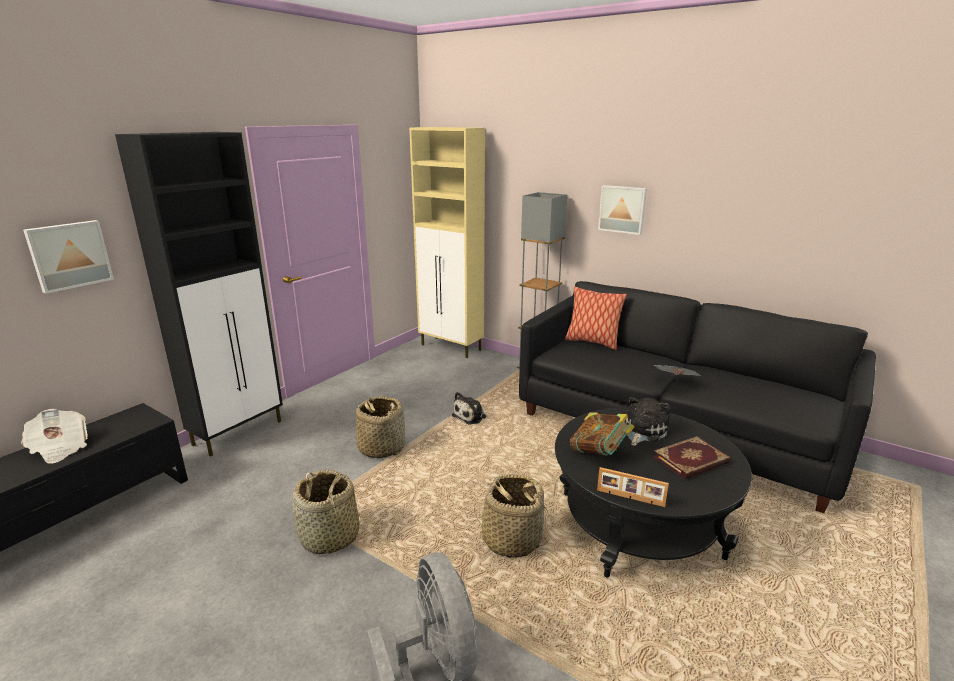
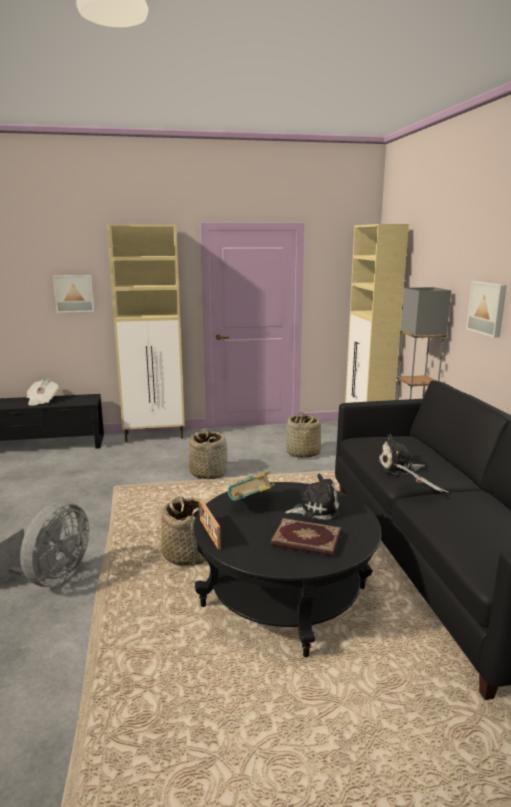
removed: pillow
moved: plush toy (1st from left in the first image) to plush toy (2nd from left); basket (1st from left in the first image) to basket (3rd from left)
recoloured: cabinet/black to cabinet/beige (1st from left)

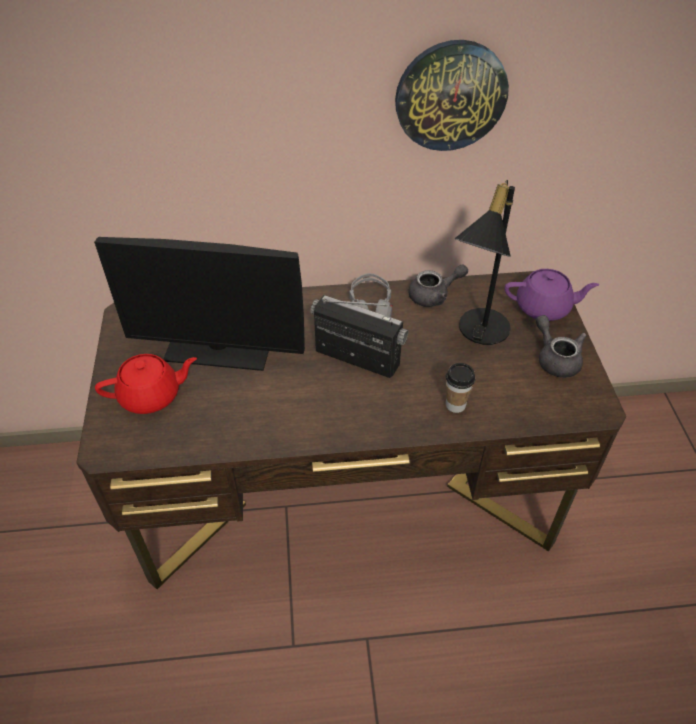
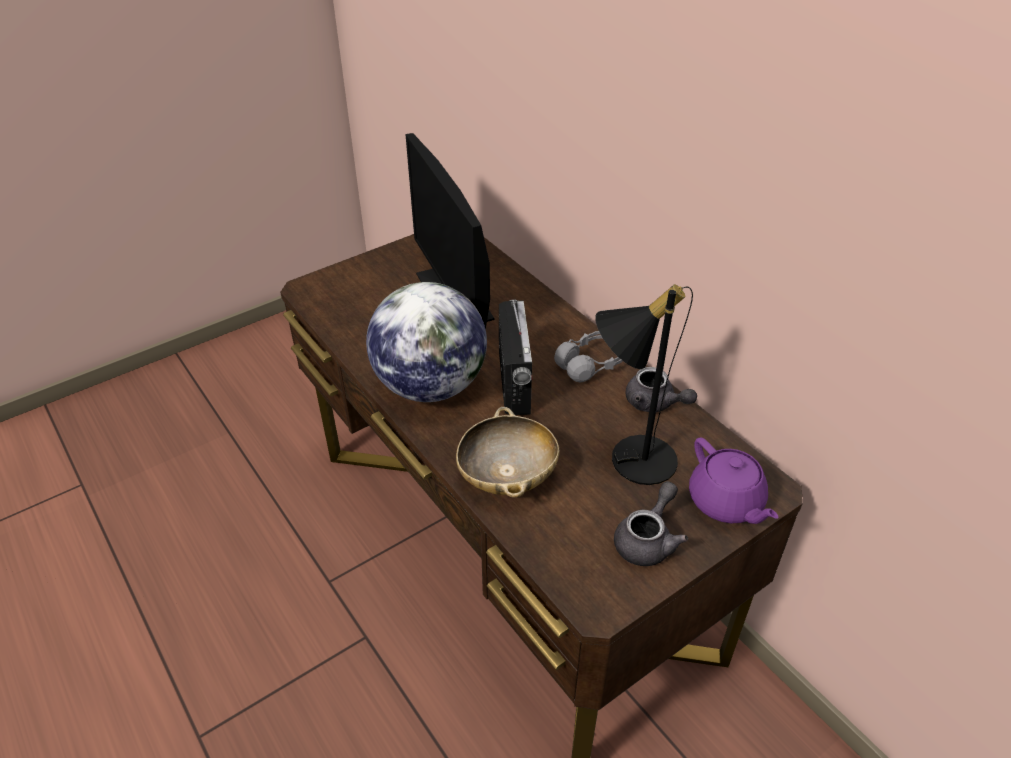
removed: wall clock; teapot/red
added: globe
replaced: cup to bowl/beige

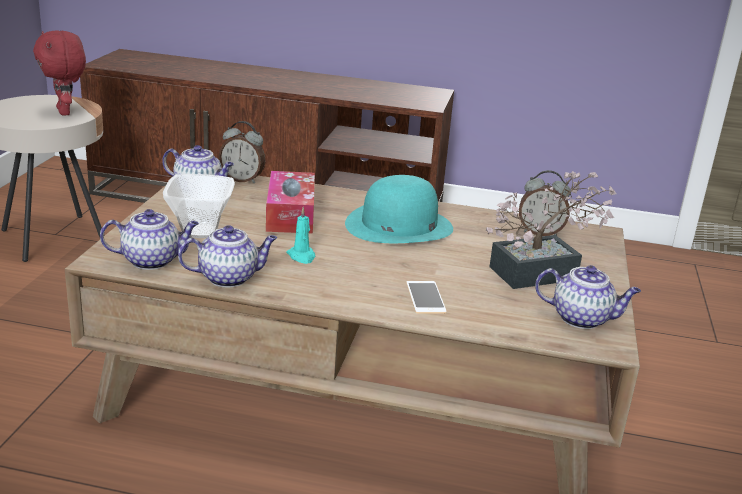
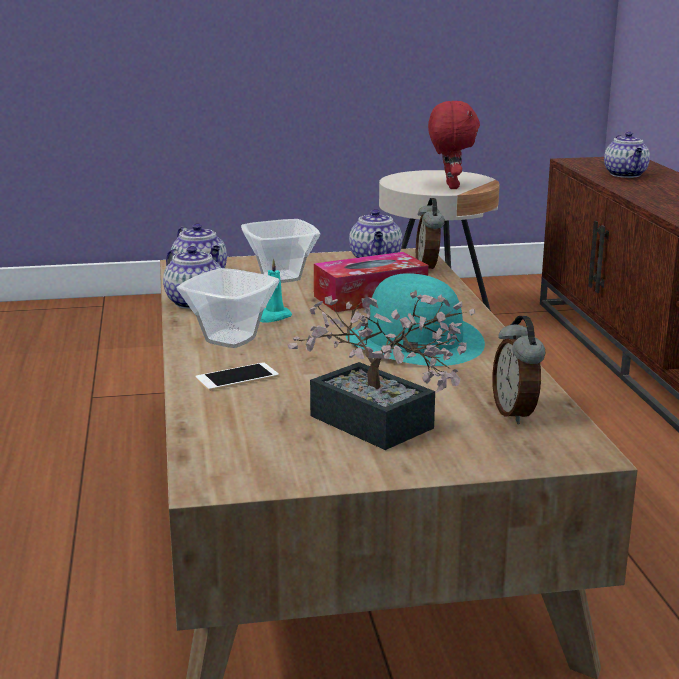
added: bowl (1st from left)
moved: teapot (4th from left)
turned: plush toy/red 135 degrees clockwise

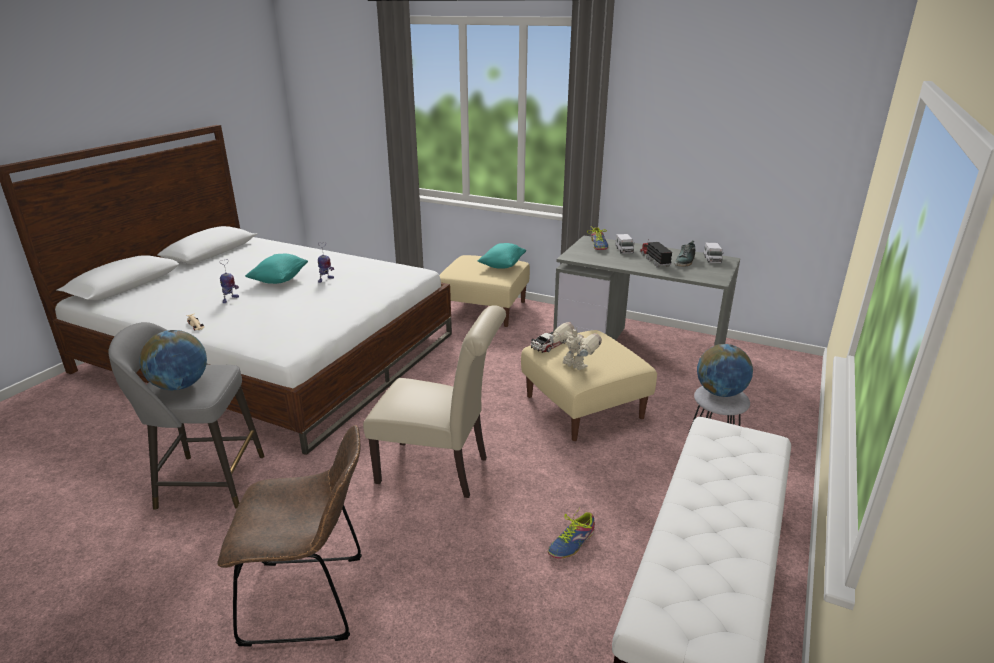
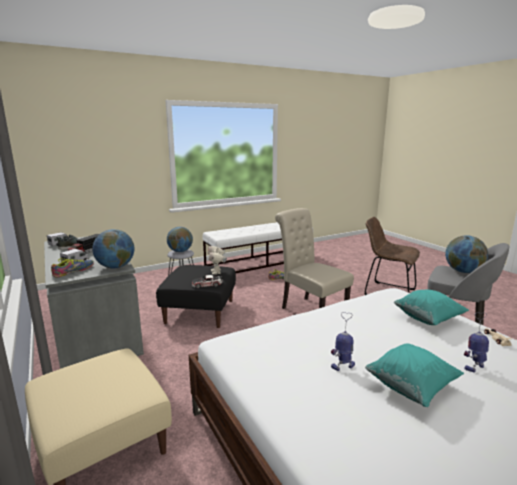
added: globe (1st from left)
moved: pillow/turquoise (2nd from left)
recoloured: ottoman/beige (2nd from left) to ottoman/black

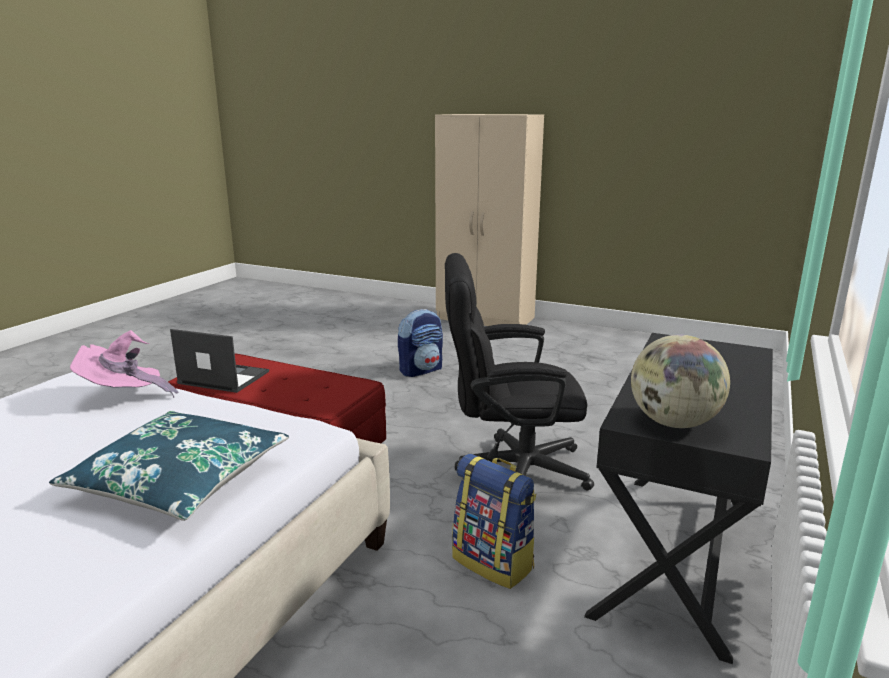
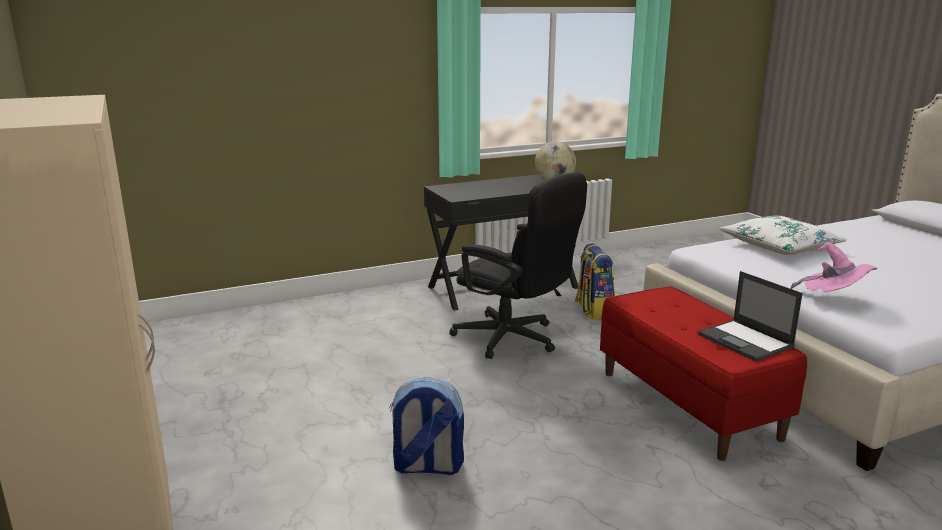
recoloured: pillow/blue to pillow/white

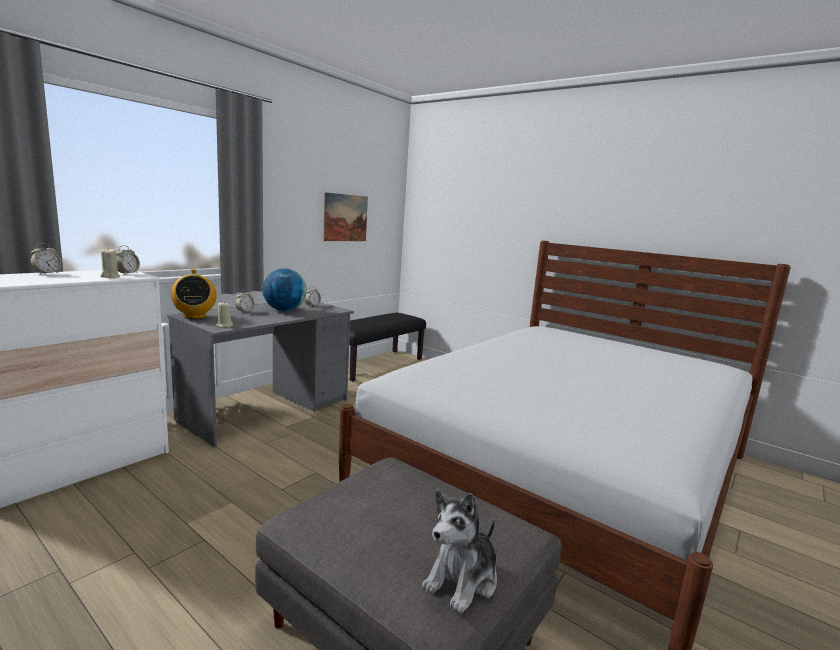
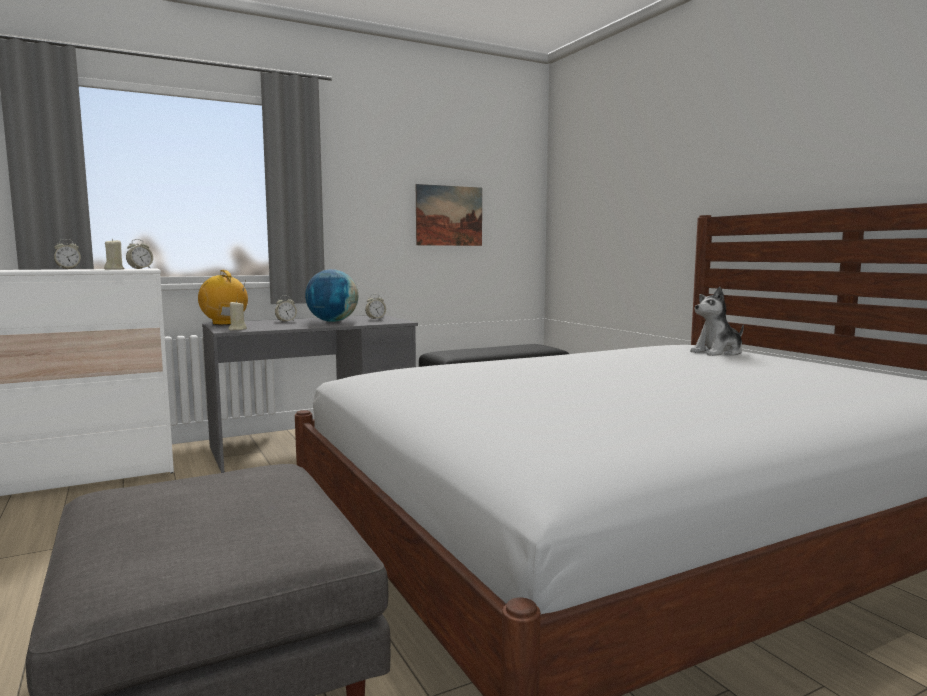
moved: plush toy
turned: radio 135 degrees clockwise

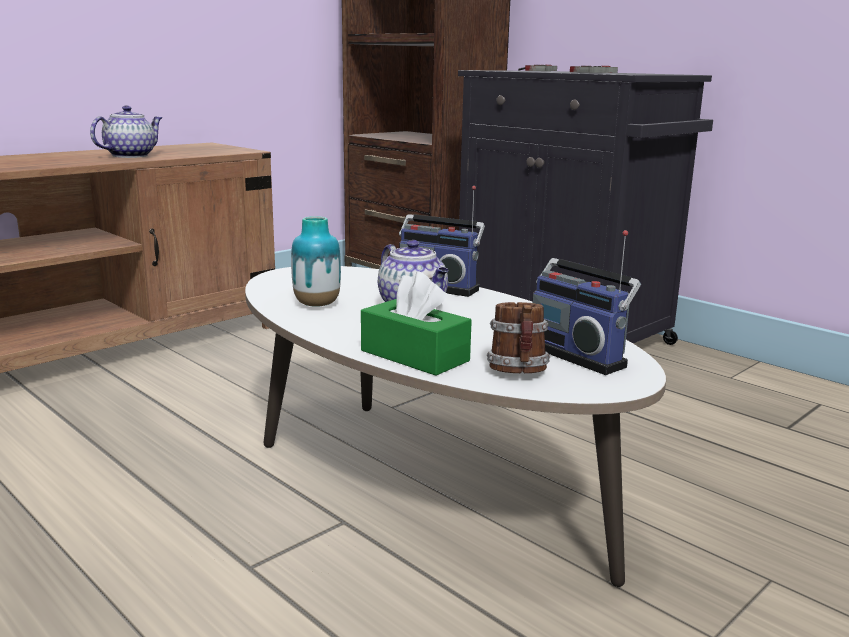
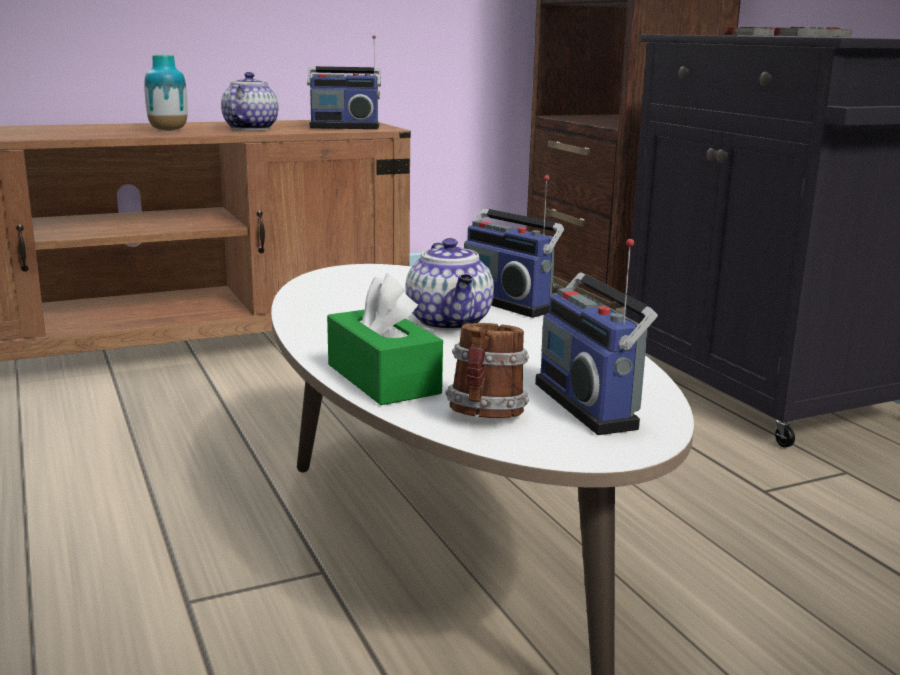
added: radio (1st from left)
moved: vase
turned: teapot (1st from left) 45 degrees counterclockwise

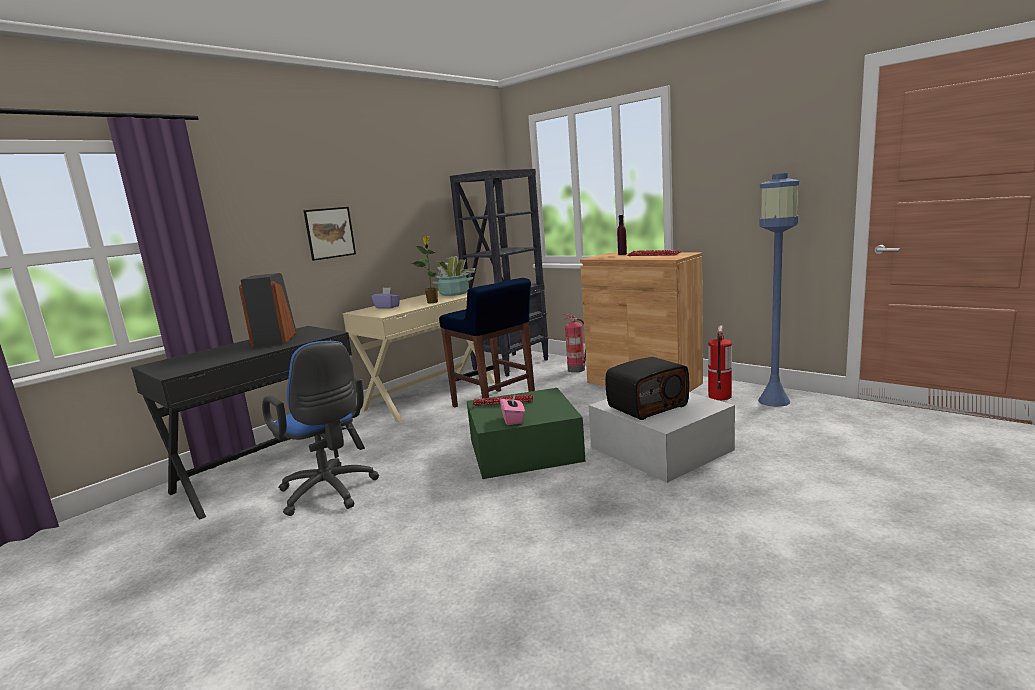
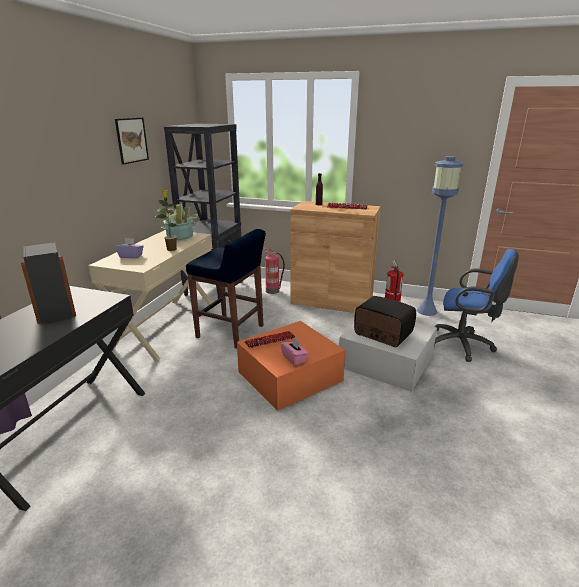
moved: picture; office chair/blue
recoloured: storage box/green to storage box/orange
turned: radio 90 degrees counterclockwise

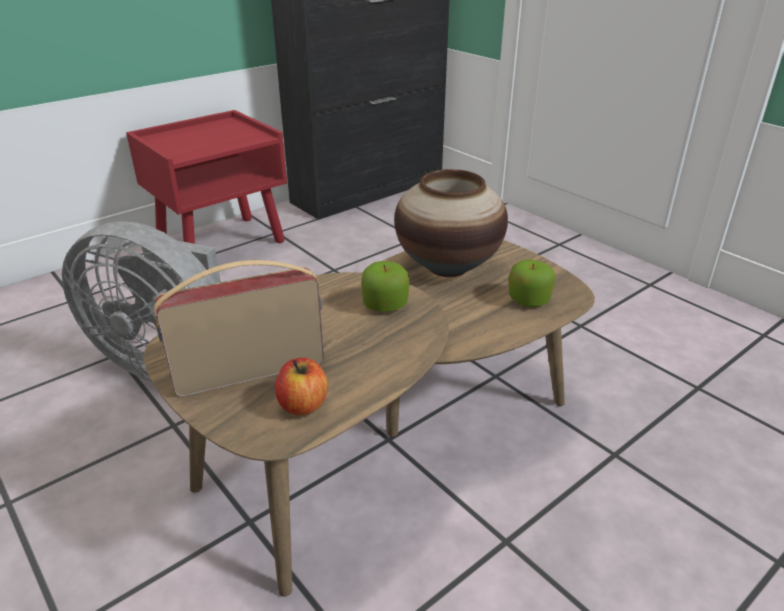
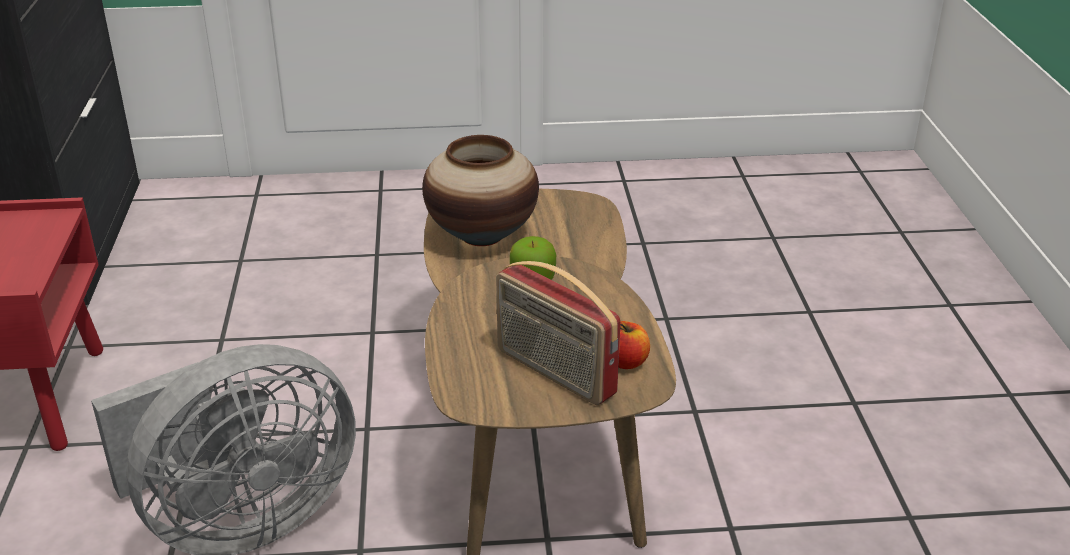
removed: apple (3rd from left)
turned: radio 60 degrees counterclockwise

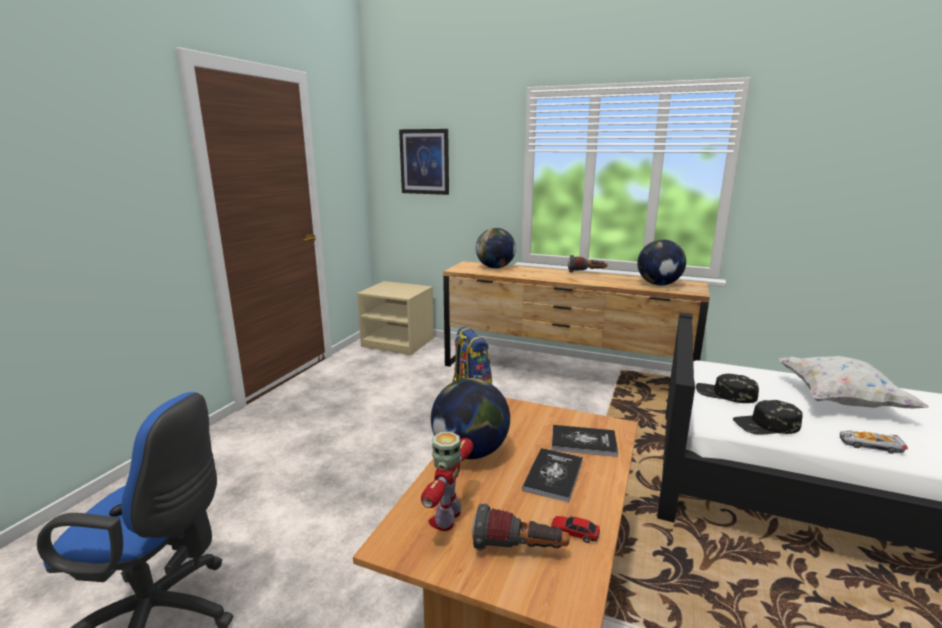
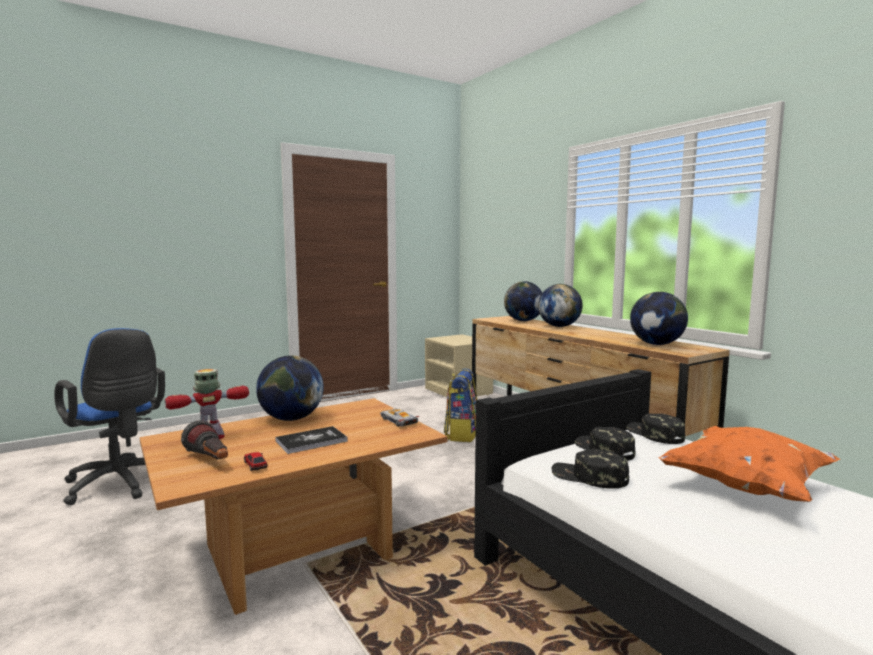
removed: picture; flashlight (2nd from left); book (2nd from left)
added: globe (3rd from left); cap/black (3rd from left)
moved: toy car (2nd from left)
recoloured: pillow/white to pillow/orange

